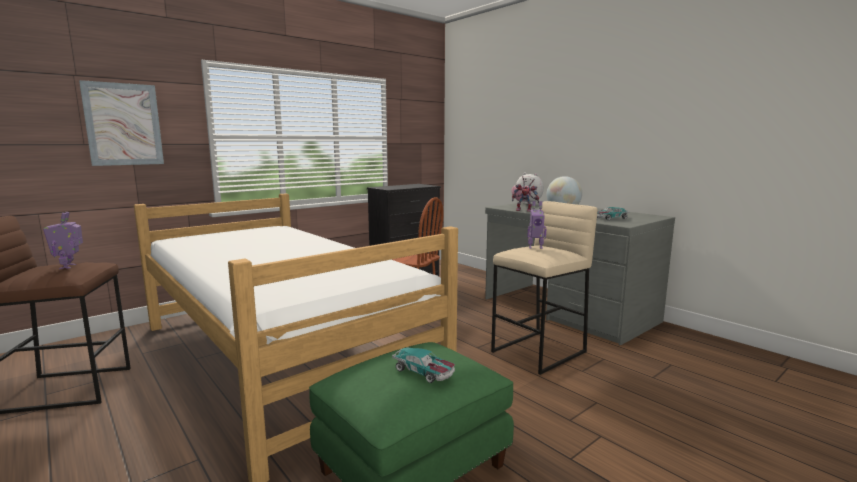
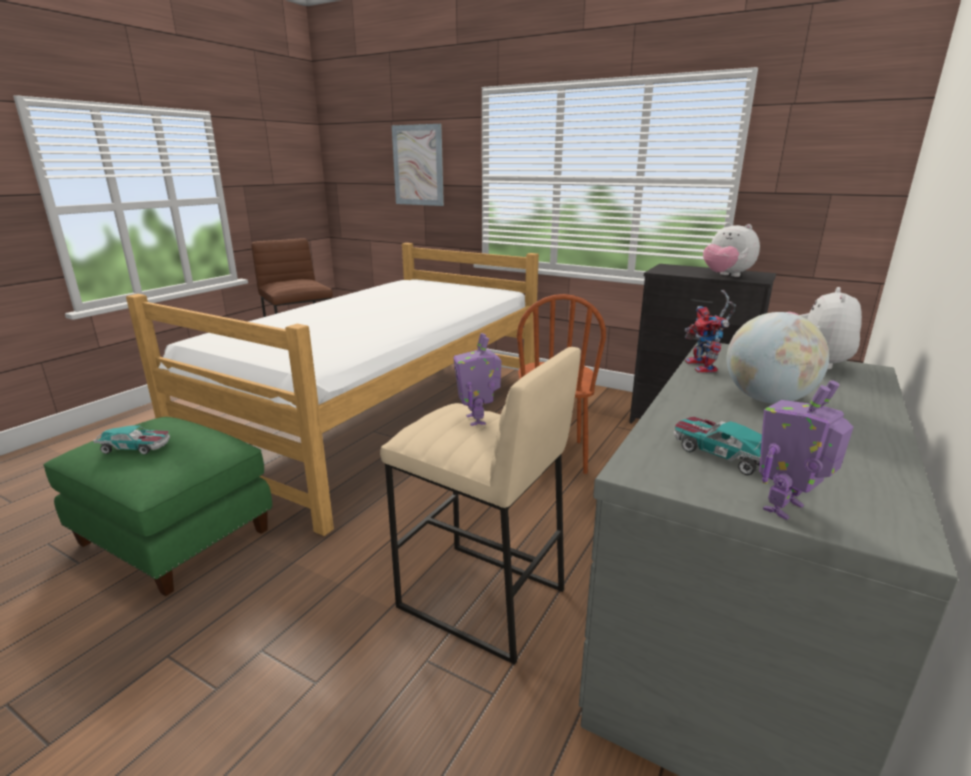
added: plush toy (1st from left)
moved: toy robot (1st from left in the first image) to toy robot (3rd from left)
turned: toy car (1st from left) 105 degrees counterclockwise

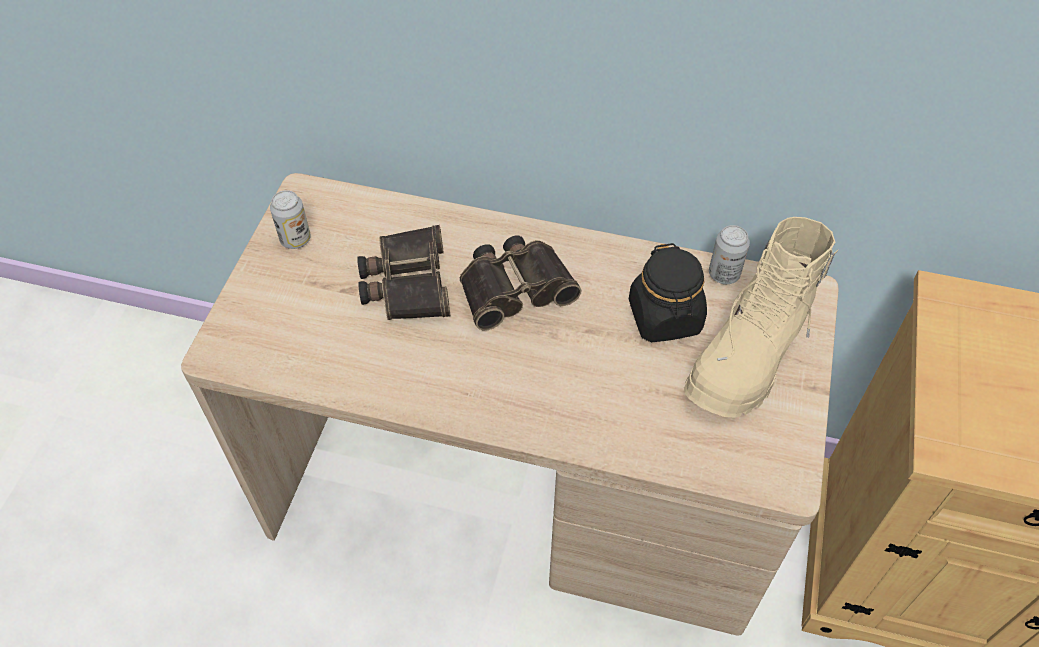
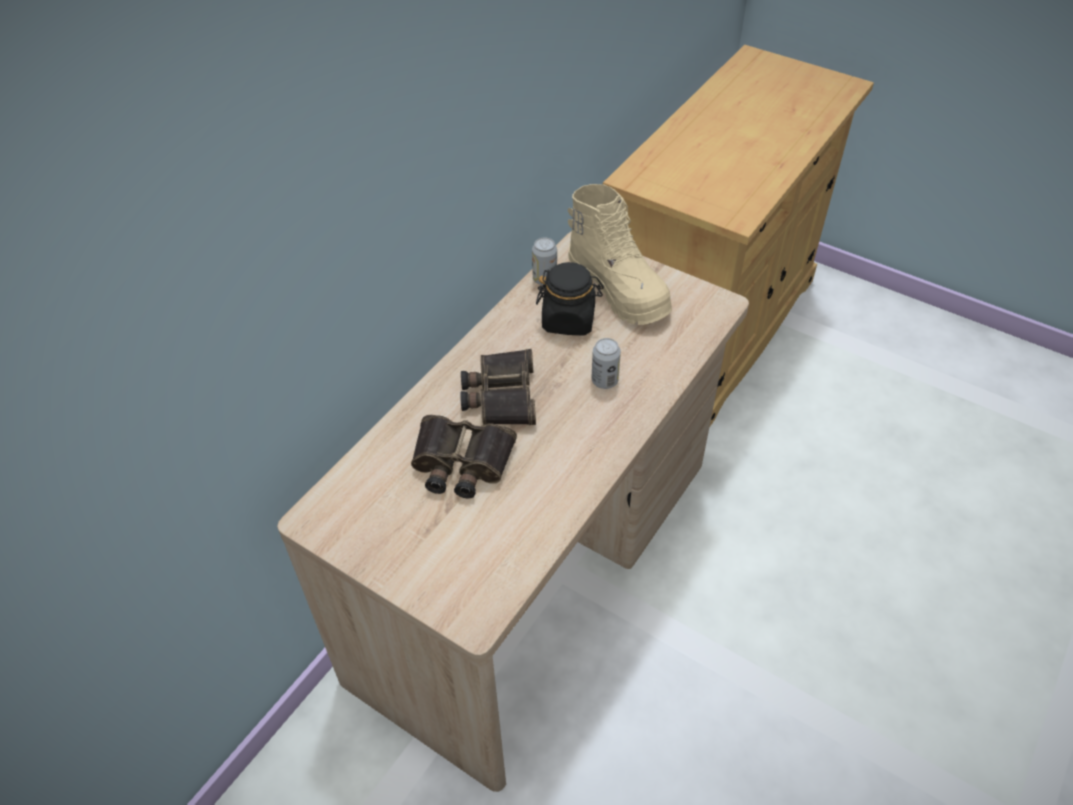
moved: can (1st from left in the first image) to can (2nd from left)

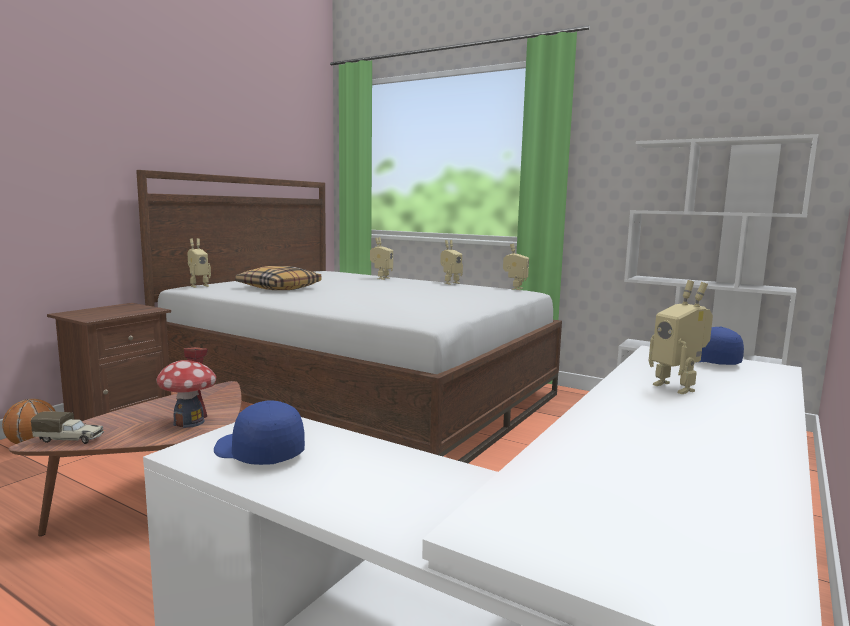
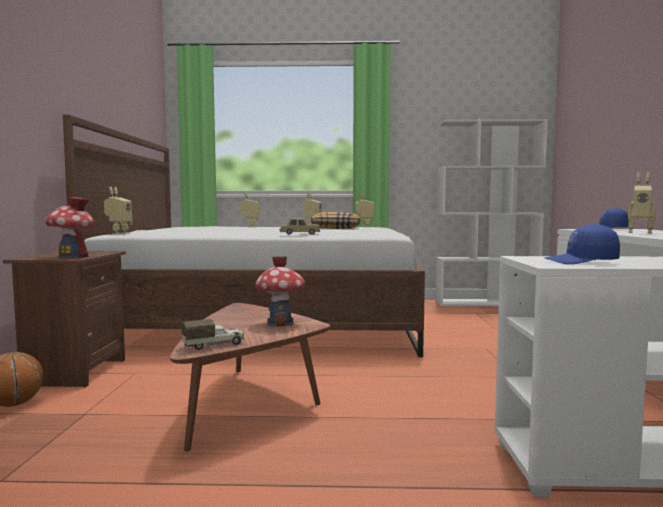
added: toy house (1st from left); toy car
moved: pillow

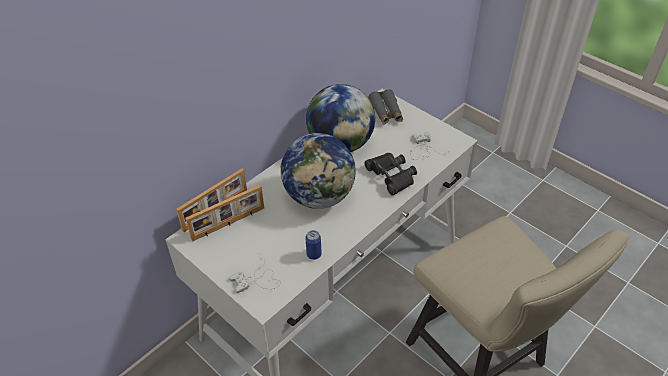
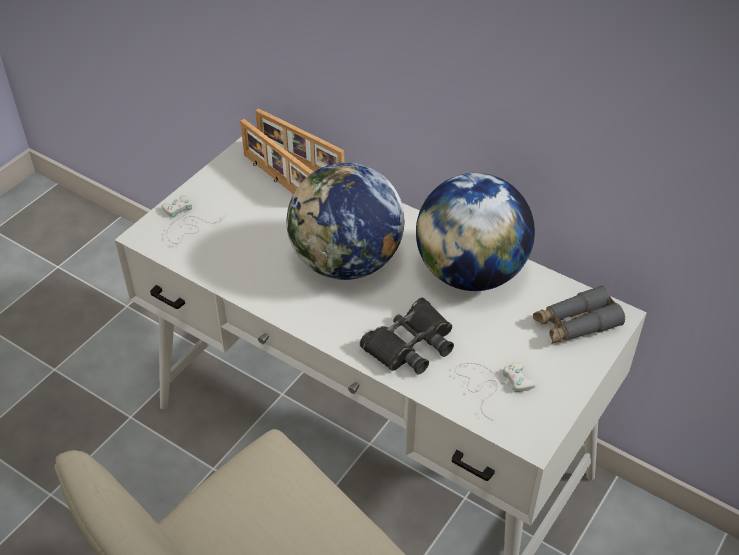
removed: can

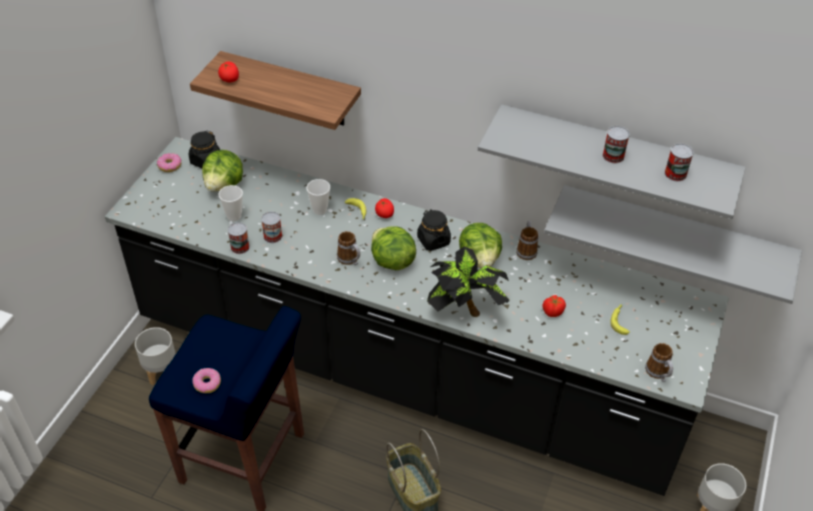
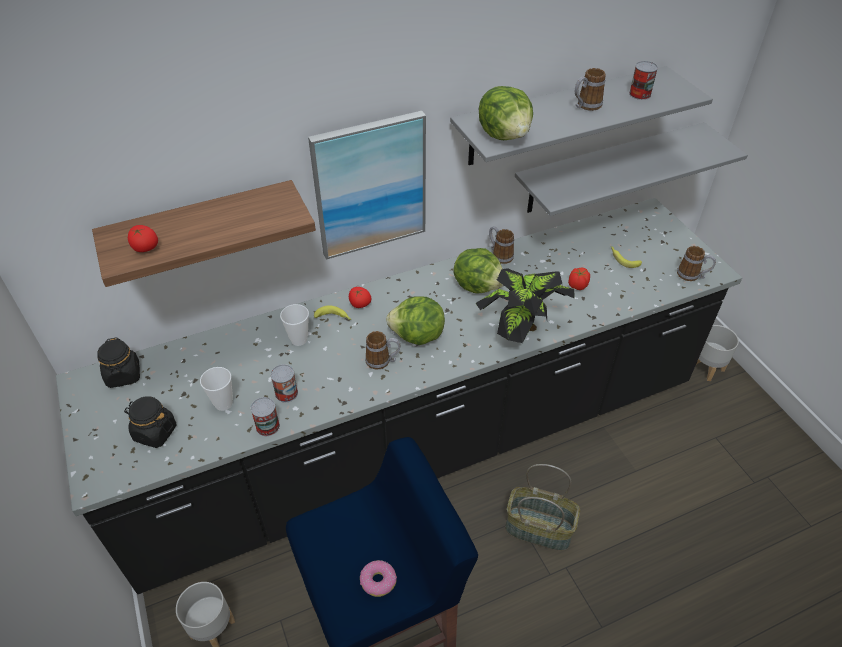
removed: donut (1st from left)
added: picture
moved: lettuce (1st from left in the first image) to lettuce (3rd from left); jar/black (2nd from left)
replaced: can (3rd from left) to mug (3rd from left)

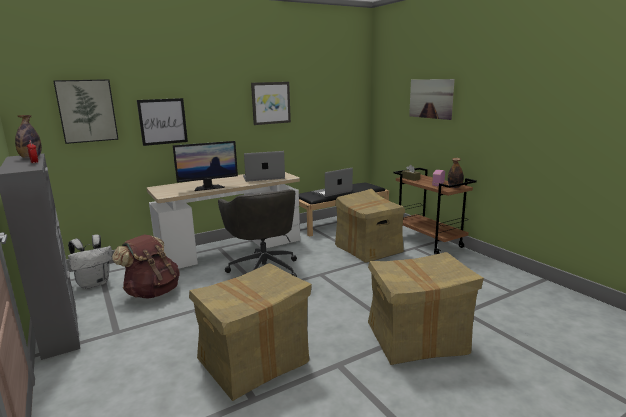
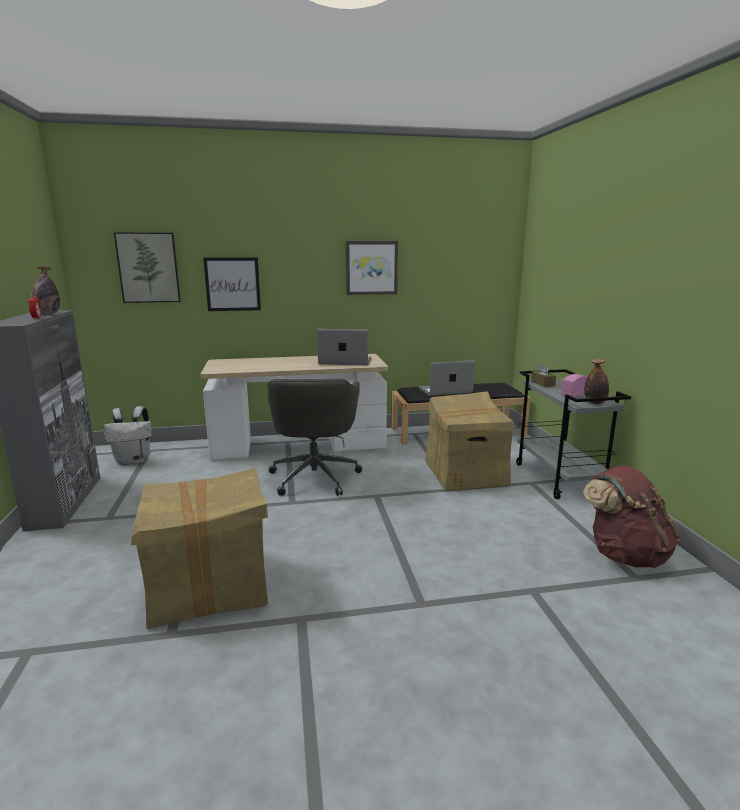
removed: picture (4th from left); monitor; cardboard box (3rd from left)
moved: backpack/brown
recoloured: cart/brown to cart/grey

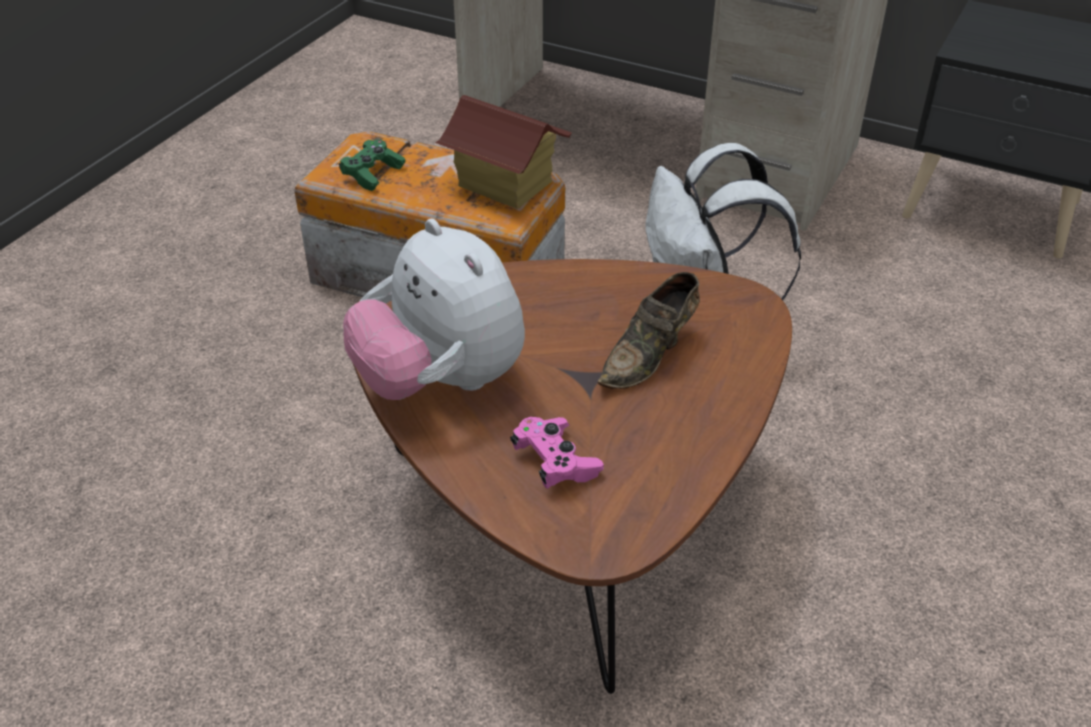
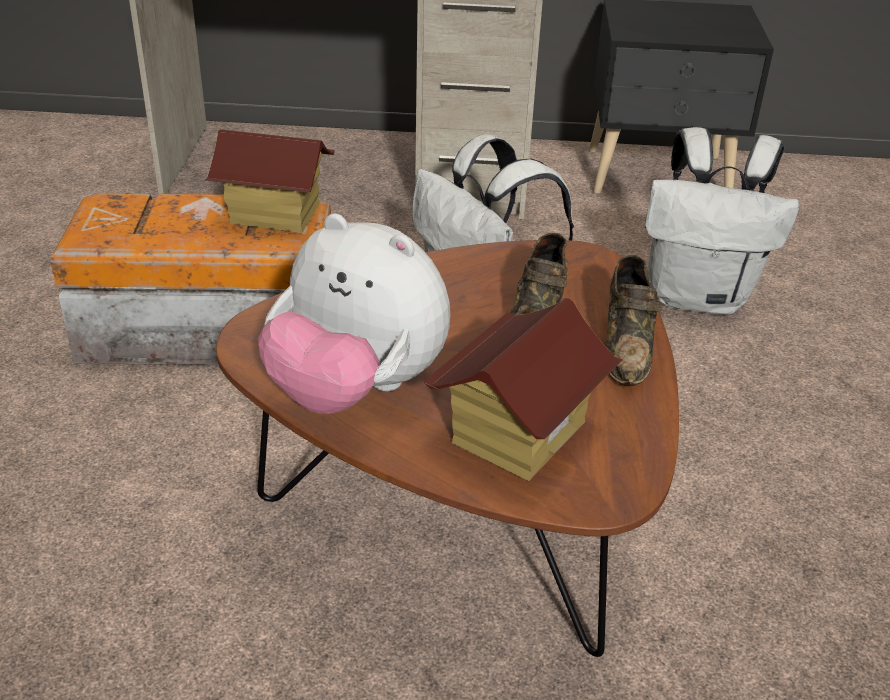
removed: game controller/green
added: backpack/white (2nd from left); shoe/brown (2nd from left)
replaced: game controller/pink to toy house (2nd from left)

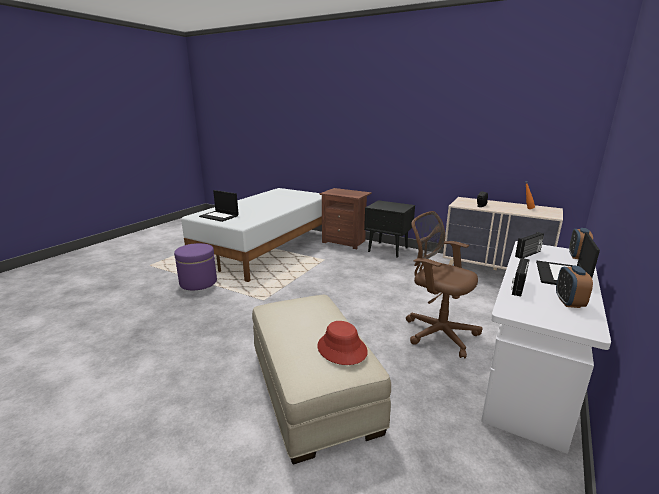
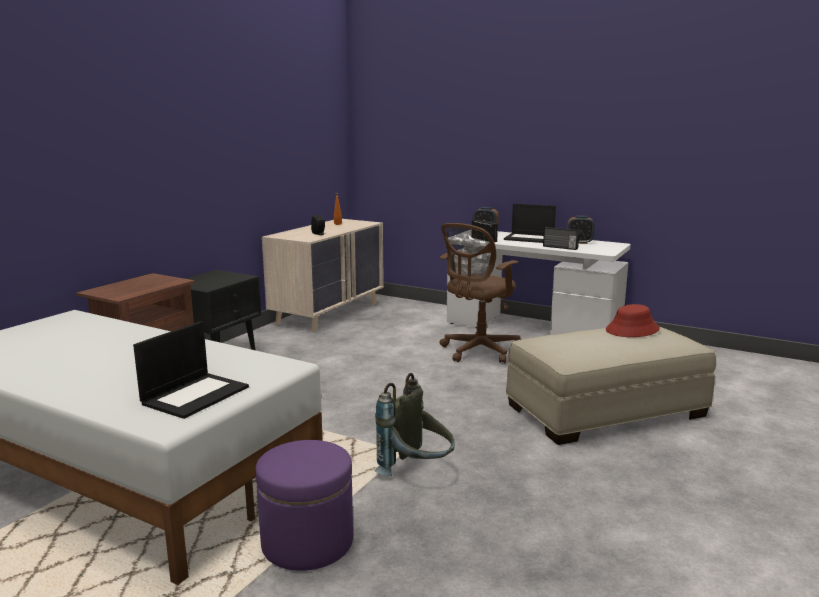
added: backpack/grey

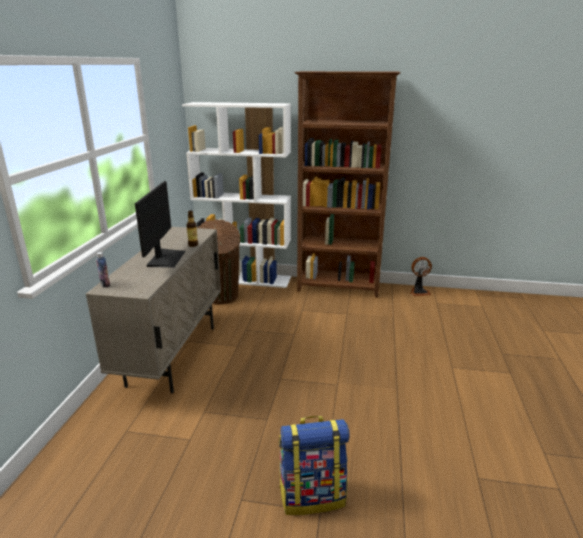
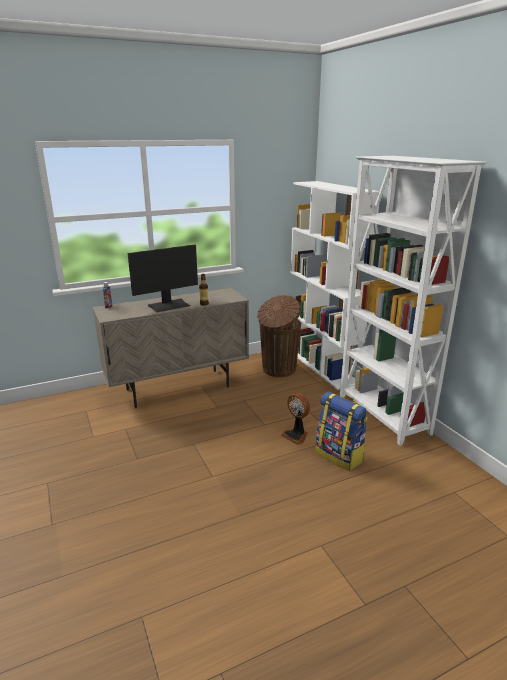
moved: fan; backpack
recoloured: bookcase/brown to bookcase/white (2nd from left)

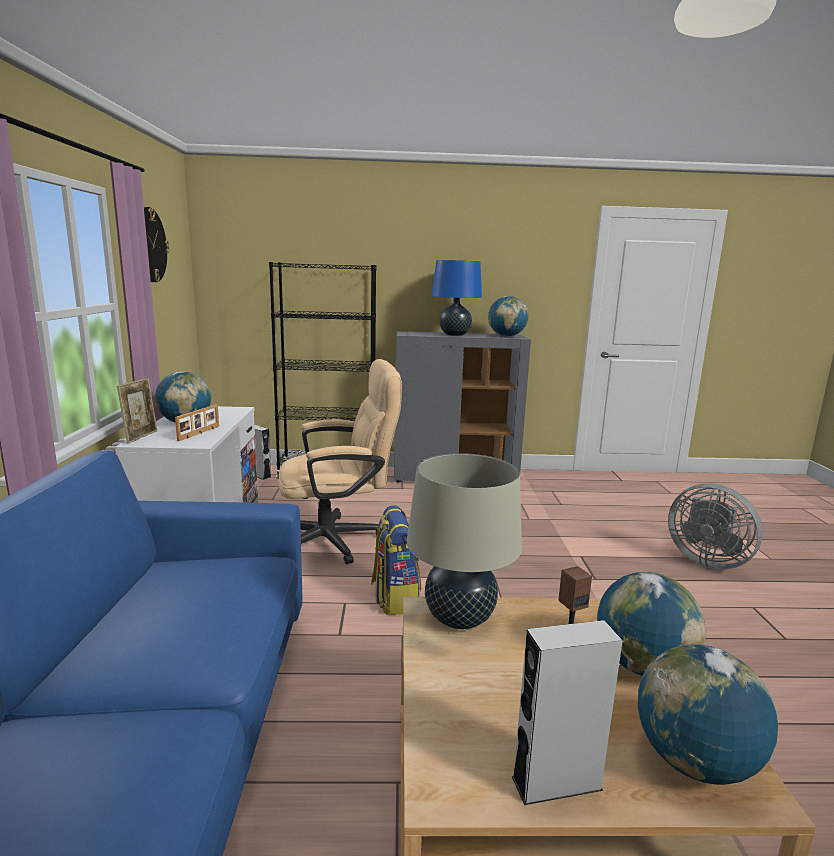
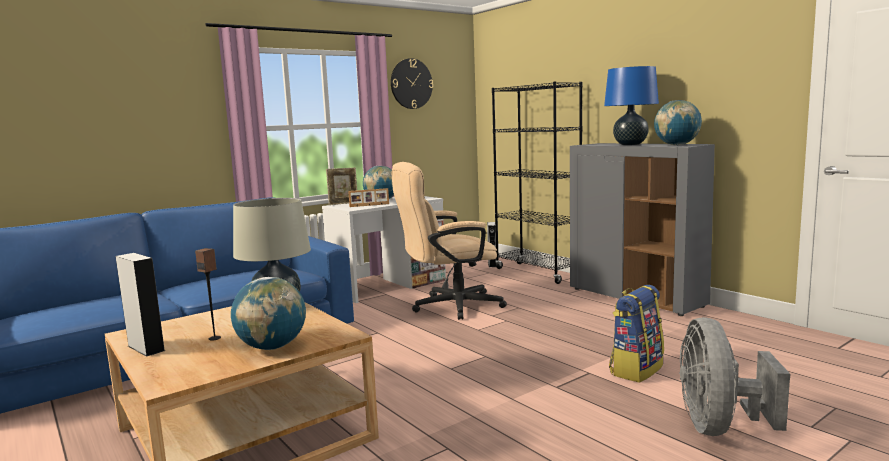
removed: globe (4th from left)
moved: backpack
turned: office chair/beige 120 degrees clockwise

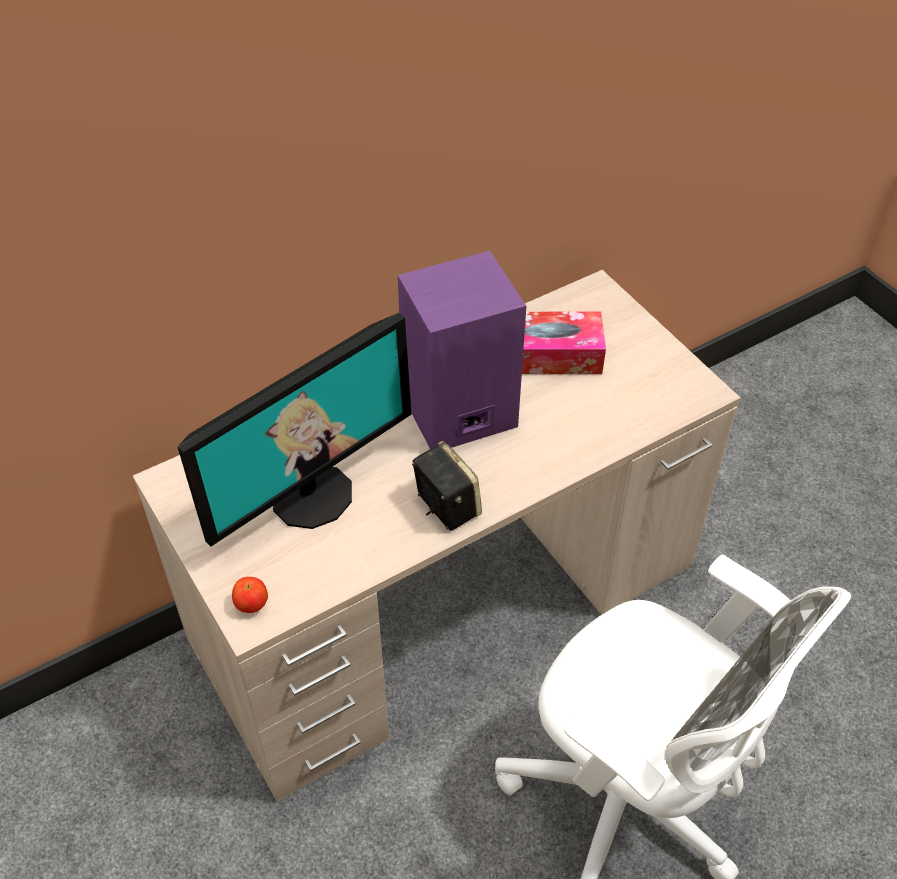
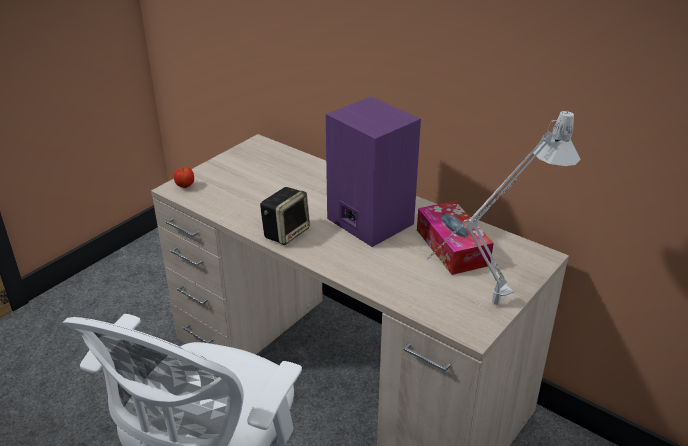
removed: monitor
added: table lamp/grey

